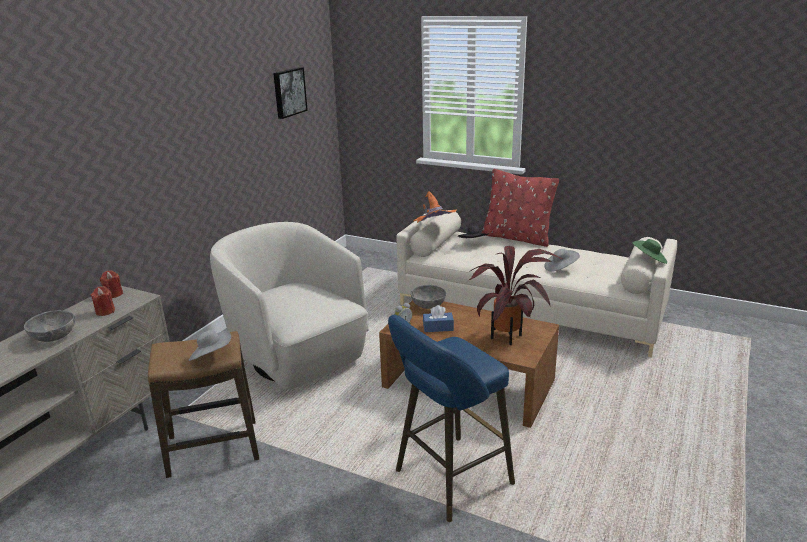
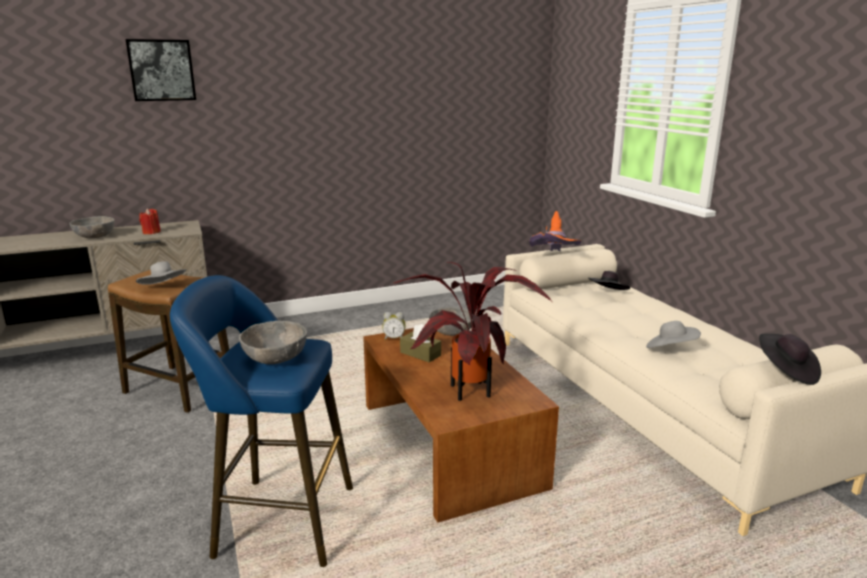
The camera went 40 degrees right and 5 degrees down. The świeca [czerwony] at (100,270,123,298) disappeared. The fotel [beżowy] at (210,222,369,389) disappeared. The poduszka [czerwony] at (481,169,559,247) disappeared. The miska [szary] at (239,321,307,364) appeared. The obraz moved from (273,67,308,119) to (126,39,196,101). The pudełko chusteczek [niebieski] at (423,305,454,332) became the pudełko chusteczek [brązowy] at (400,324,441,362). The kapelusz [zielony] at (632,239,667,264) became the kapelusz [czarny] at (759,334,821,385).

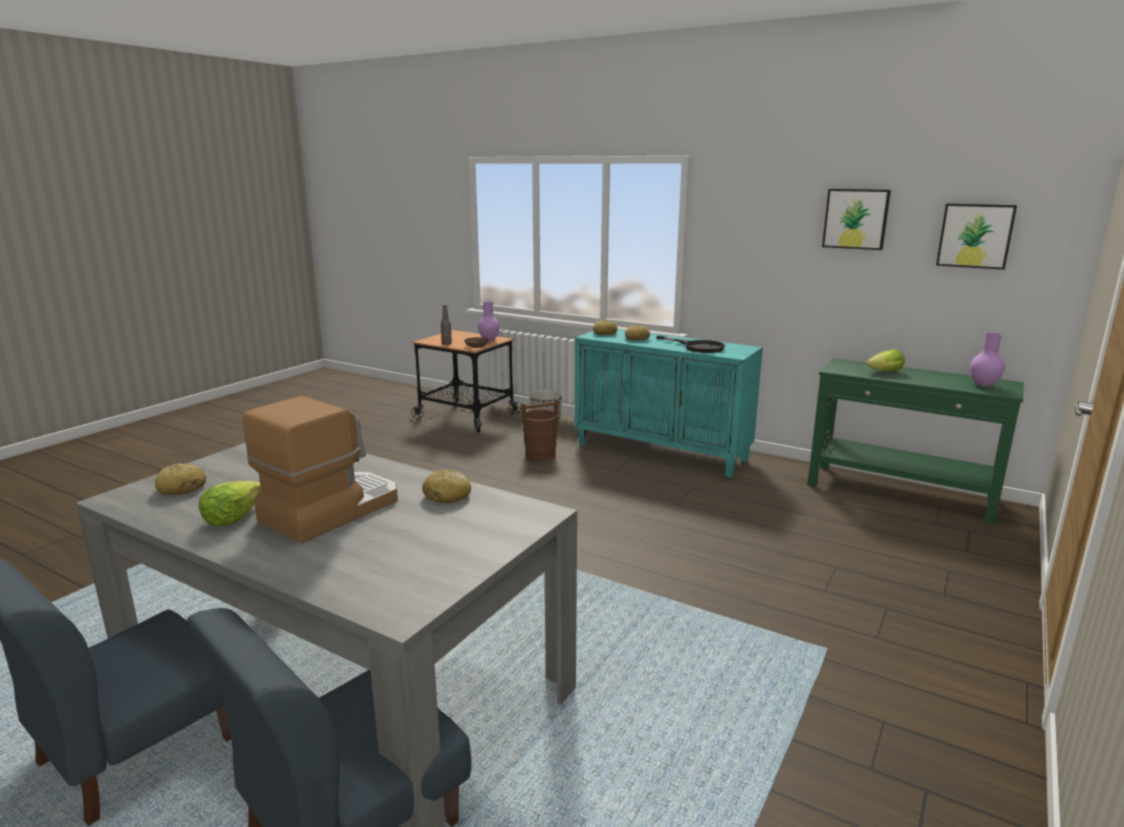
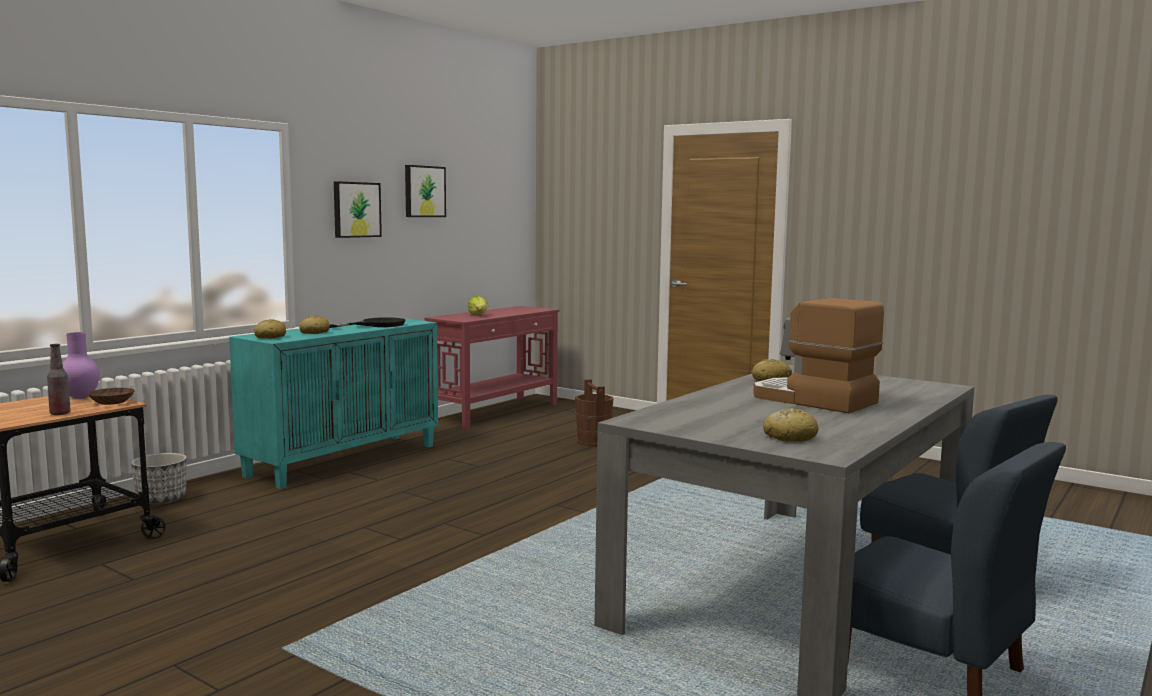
The camera went 85 degrees left and 10 degrees down. The sałata at (199,481,261,526) disappeared. The wazon [fioletowy] at (970,333,1005,387) disappeared. The wiadro [brązowy] moved from (521,398,560,461) to (575,379,614,447). The obraz moved from (936,203,1017,270) to (334,181,382,238). The stolik konsolowy [zielony] at (807,358,1024,524) became the stolik konsolowy [czerwony] at (424,306,559,429).

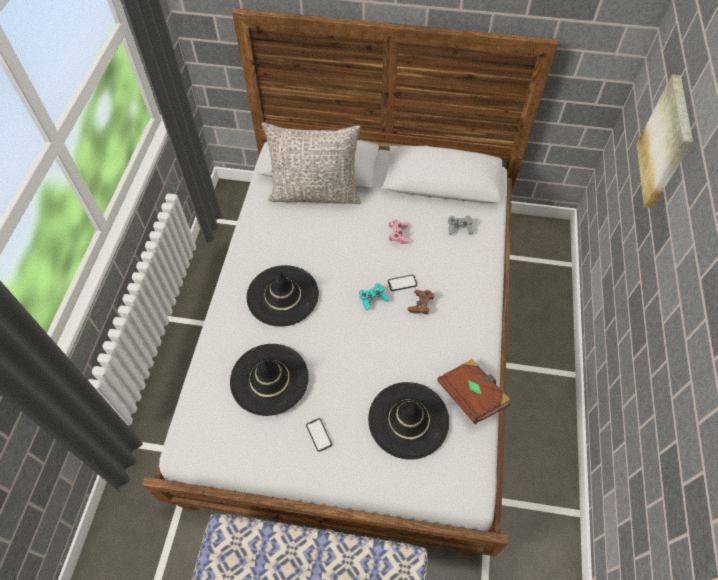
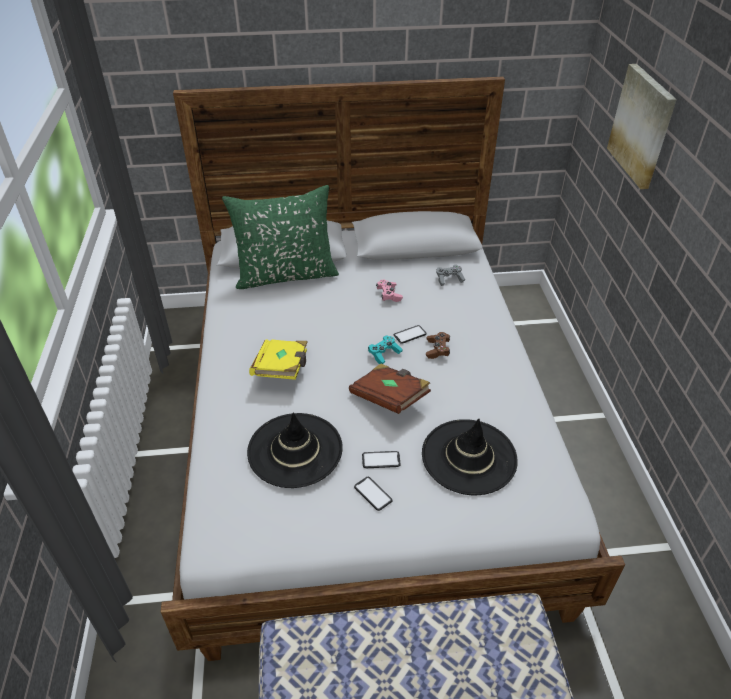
The camera went 15 degrees left and 15 degrees down. The telefon at (362,451,401,468) appeared. The książka [brązowy] moved from (438,359,511,424) to (349,364,431,414). The kapelusz [czarny] at (246,265,319,327) was replaced by the książka [żółty] at (249,339,307,380). The poduszka [szary] at (262,122,361,204) became the poduszka [zielony] at (222,185,339,289).

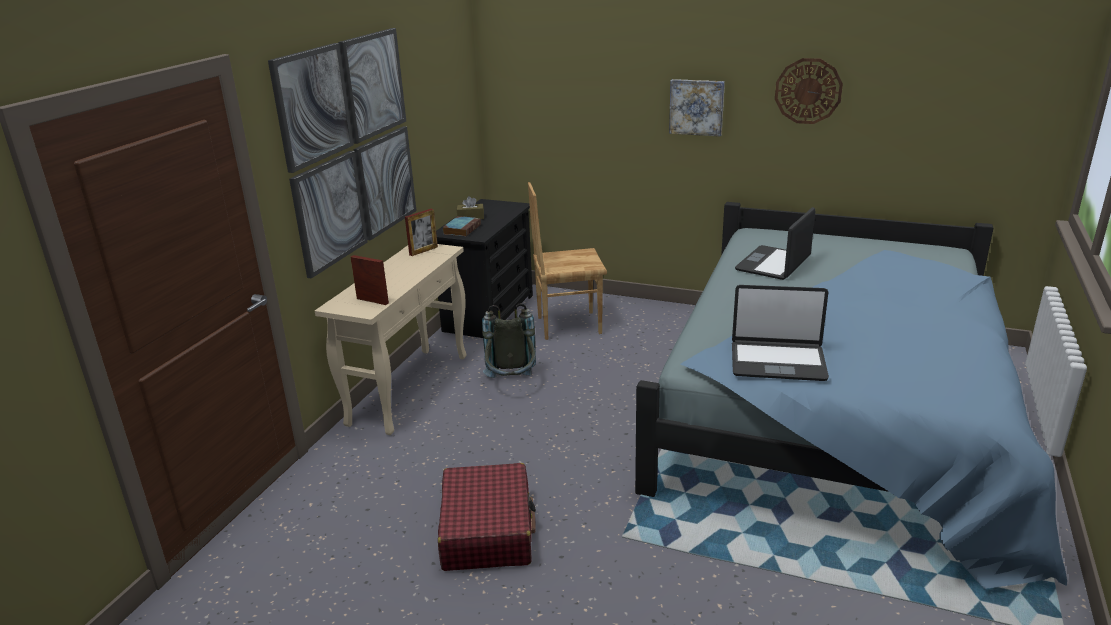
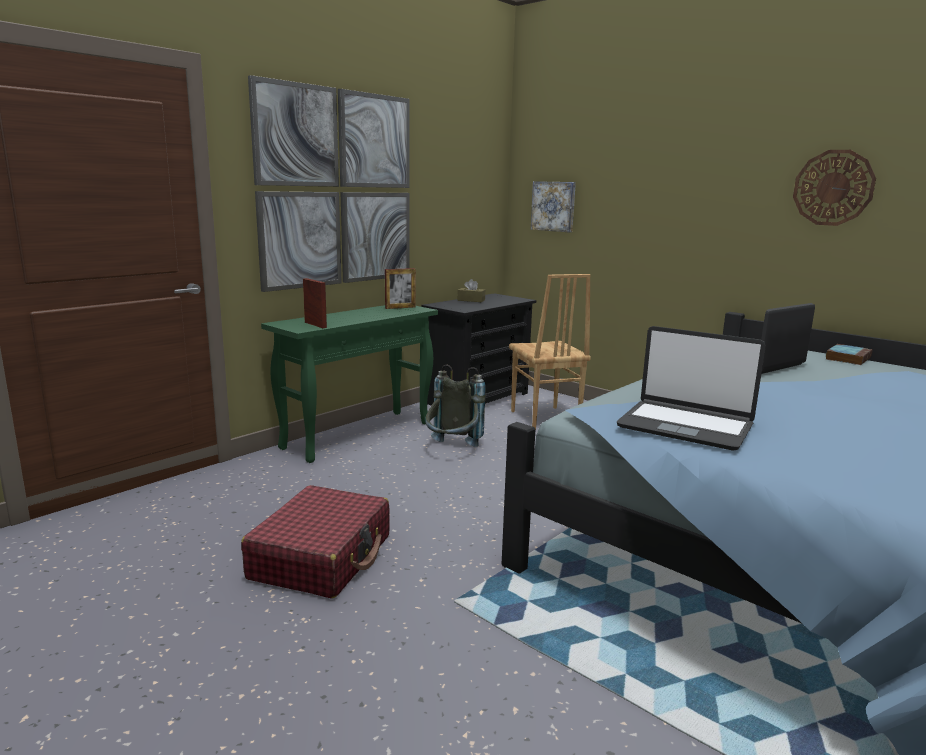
The camera went 20 degrees right and 10 degrees down. The książka moved from (443,216,481,236) to (826,344,873,365). The obraz moved from (669,79,725,137) to (531,181,576,232). The stolik konsolowy [beżowy] at (315,244,466,435) became the stolik konsolowy [zielony] at (261,305,438,463). The krzesło [brązowy] at (528,182,607,340) turned 120 degrees counterclockwise.

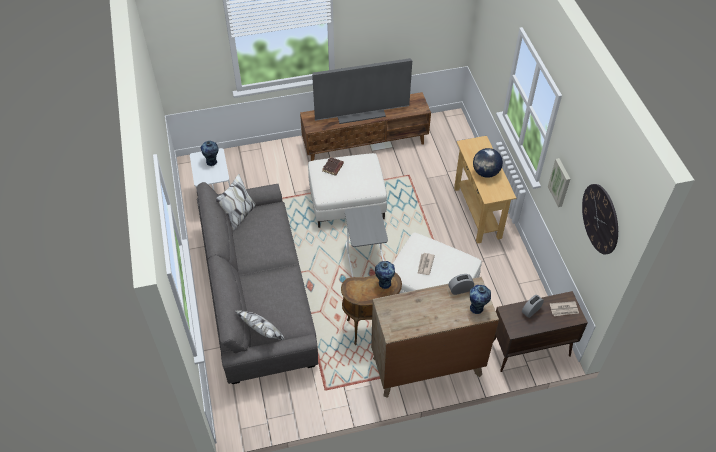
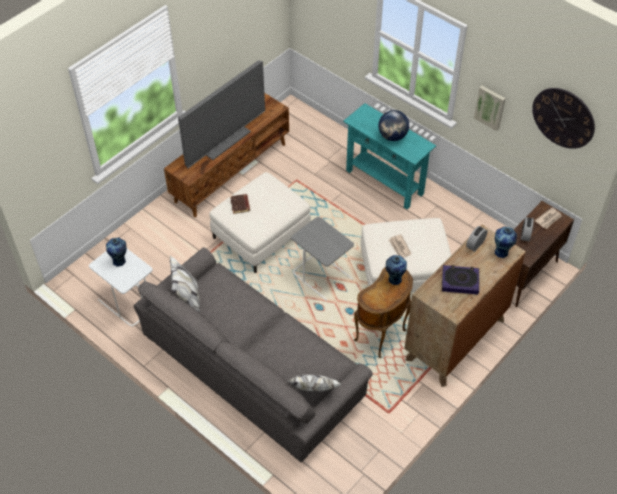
The camera went 35 degrees left and 0 degrees up. The książka at (442,265,479,294) appeared. The stolik konsolowy [beżowy] at (454,136,516,244) became the stolik konsolowy [turkusowy] at (343,103,436,210).

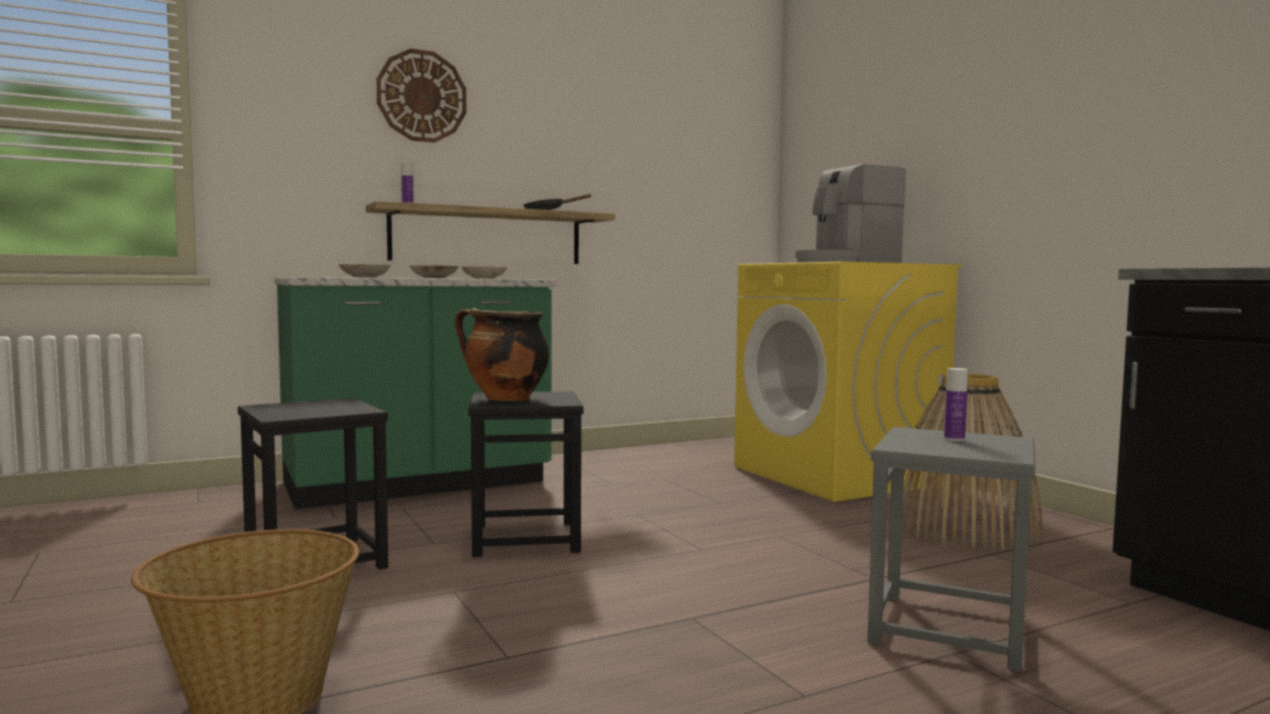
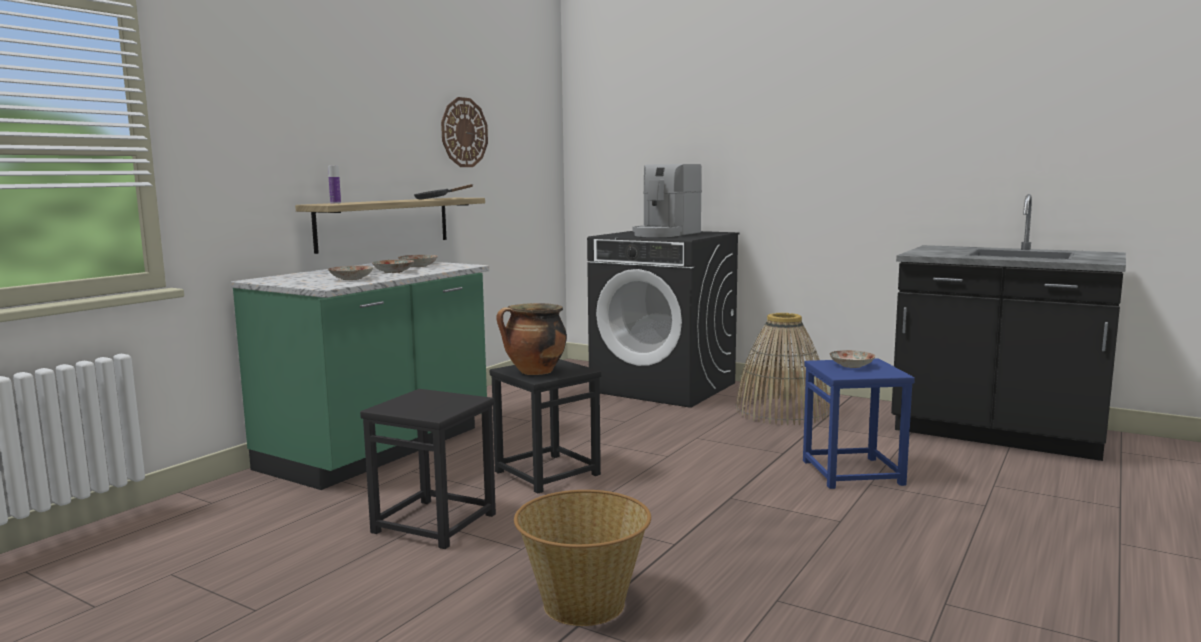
The camera went 30 degrees left and 5 degrees up. The zegar ścienny moved from (376,48,467,143) to (441,97,488,167). The butelka at (944,368,968,441) was replaced by the talerz at (830,350,876,368). The pralka [żółty] at (734,262,962,502) became the pralka [czarny] at (587,231,739,408). The stołek [szary] at (868,427,1035,672) became the stołek [niebieski] at (803,359,915,489).

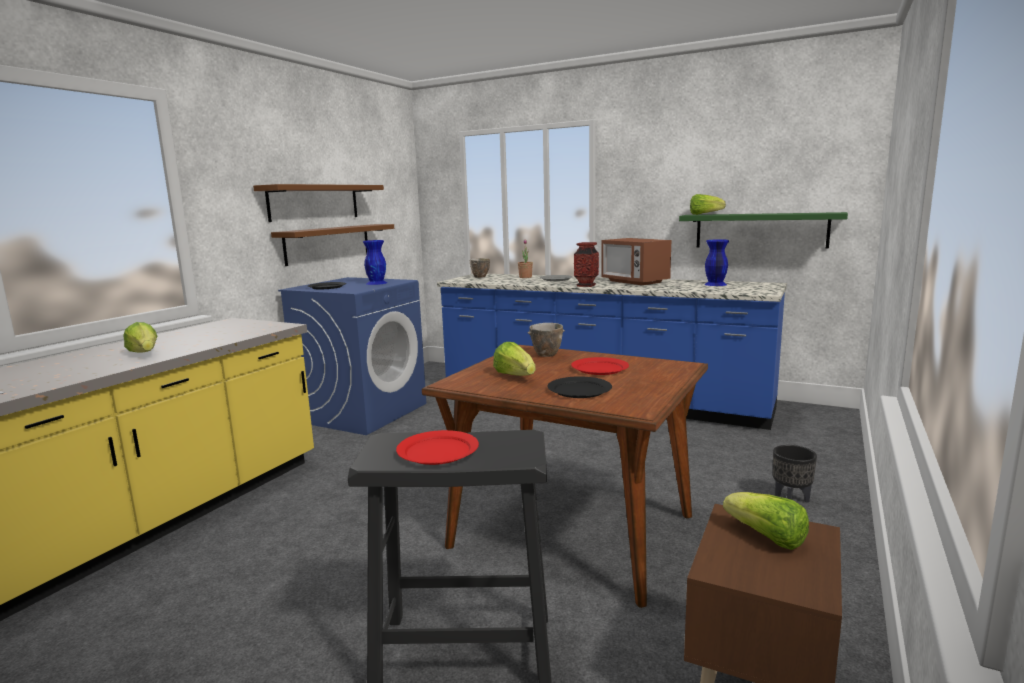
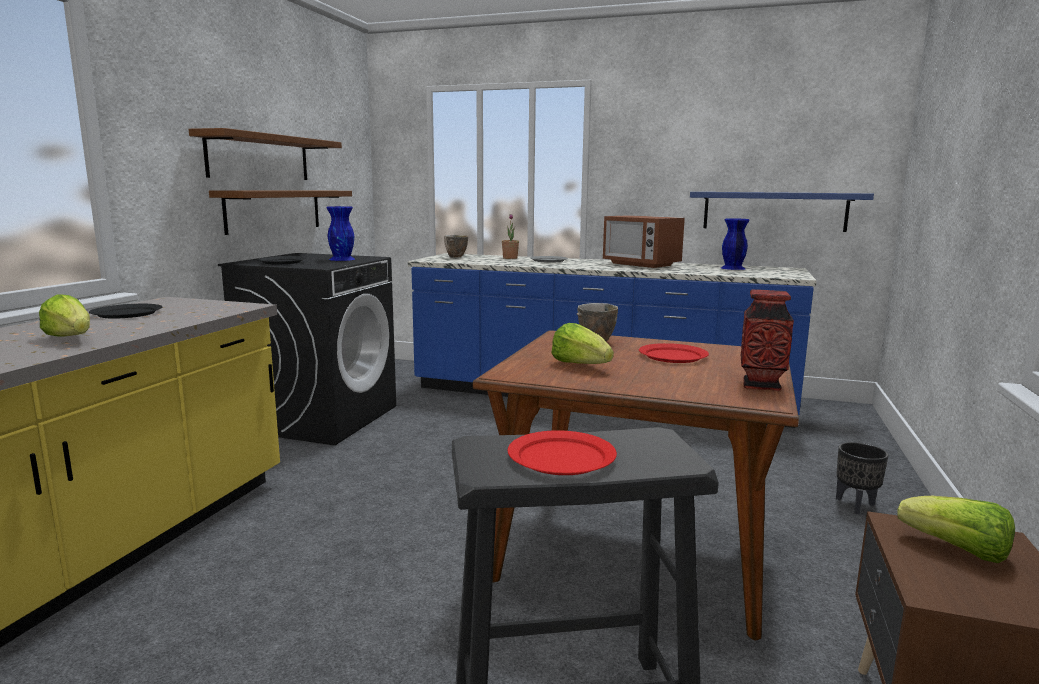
The camera went 10 degrees left and 0 degrees up. The sałata at (690,194,726,215) disappeared. The talerz [czarny] moved from (547,376,612,398) to (89,304,162,319). The wazon moved from (574,242,599,287) to (741,289,794,391). The pralka [niebieski] at (278,277,426,435) became the pralka [czarny] at (218,253,396,445). The półka [zielony] at (679,212,848,249) became the półka [niebieski] at (690,192,874,232).

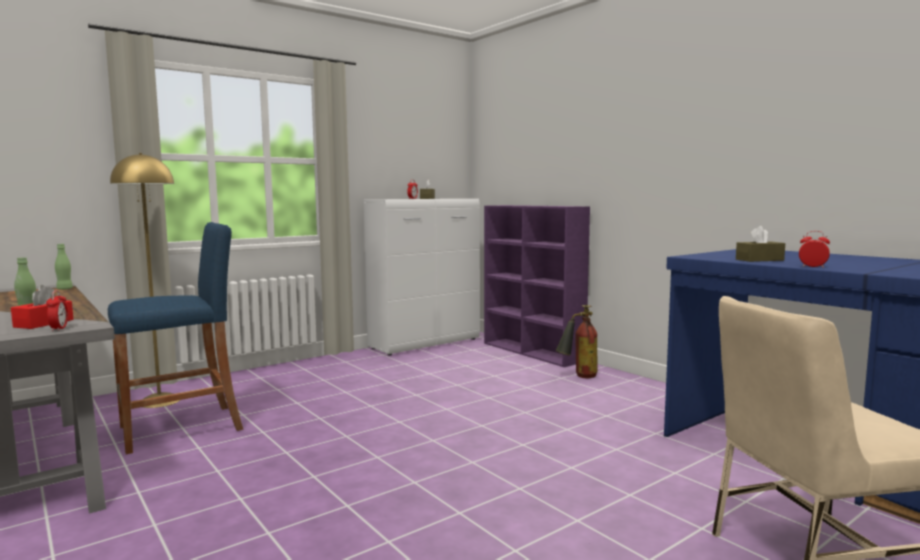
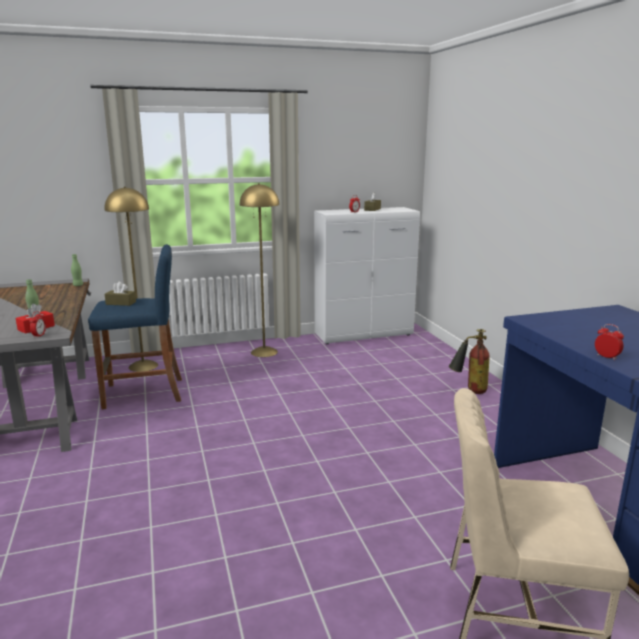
The camera went 20 degrees right and 10 degrees up. The regał [fioletowy] at (484,205,590,367) disappeared. The lampa stojąca [żółty] at (240,183,279,357) appeared. The pudełko chusteczek [brązowy] moved from (736,226,785,262) to (105,282,136,306).

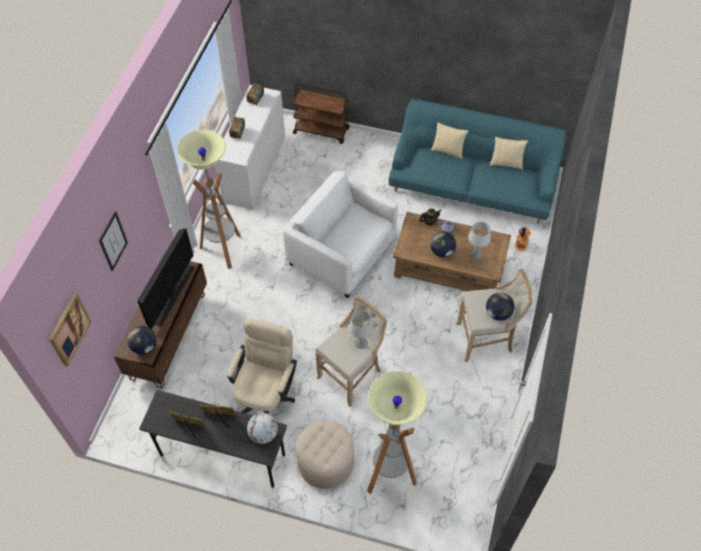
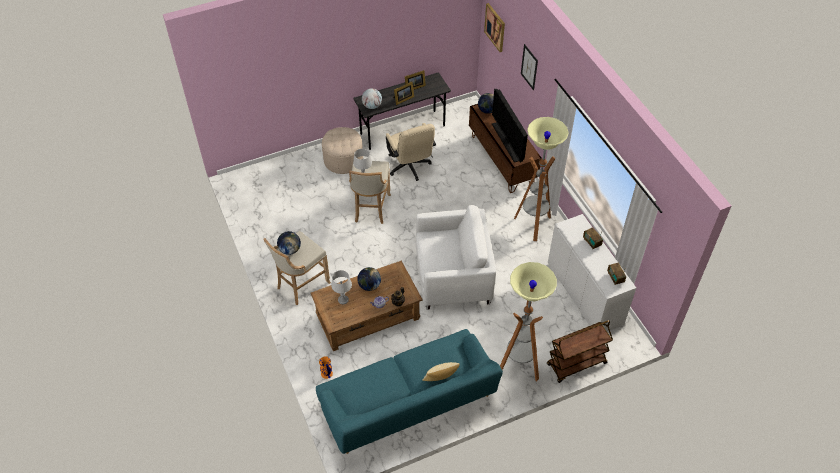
The camera went 140 degrees right and 5 degrees down. The poduszka at (490,137,528,170) disappeared. The lampa stojąca moved from (367,371,427,494) to (500,262,557,381).

